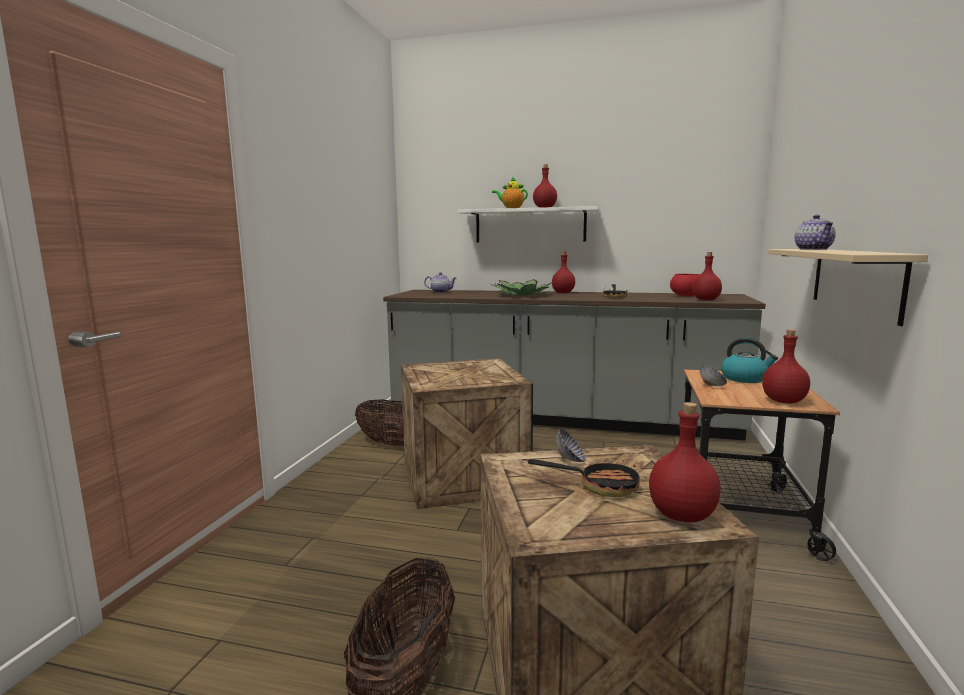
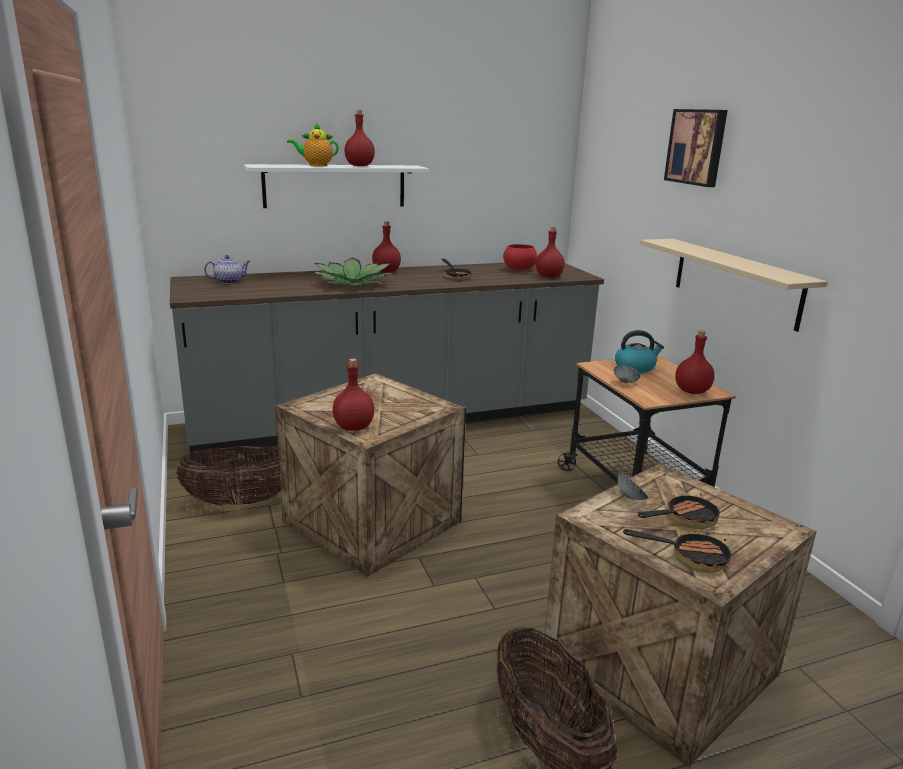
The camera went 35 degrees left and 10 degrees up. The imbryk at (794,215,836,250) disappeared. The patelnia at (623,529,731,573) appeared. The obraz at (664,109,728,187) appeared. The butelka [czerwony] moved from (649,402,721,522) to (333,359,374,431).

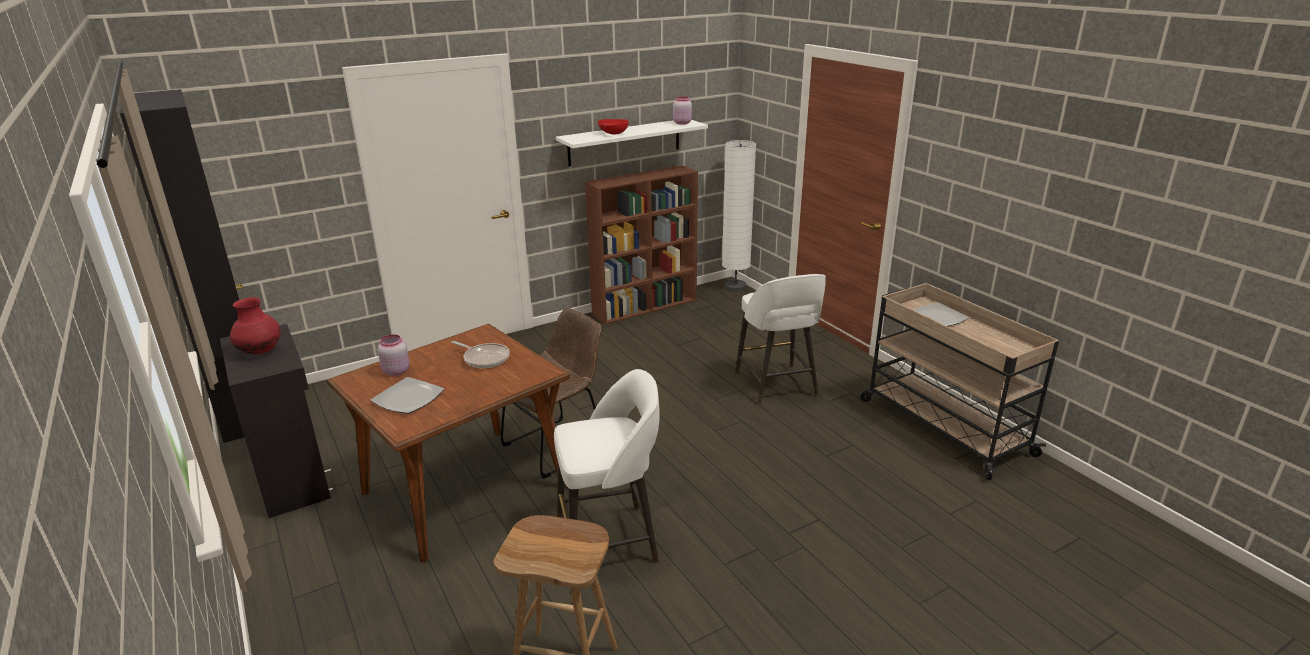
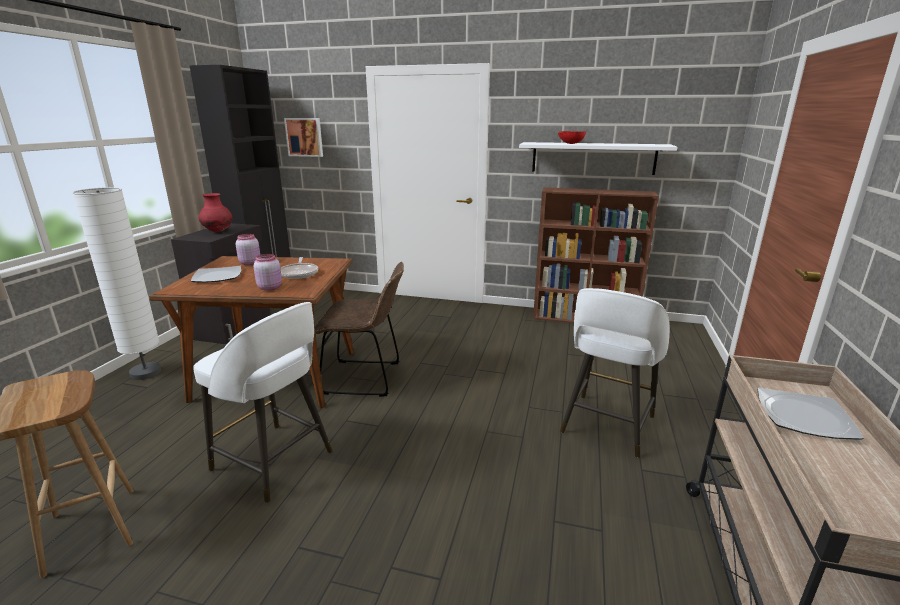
The camera went 45 degrees right and 5 degrees down. The obraz at (284,118,323,157) appeared. The słoik [różowy] moved from (673,96,692,125) to (254,254,282,291). The lampa stojąca [biały] moved from (722,140,756,292) to (72,187,162,380).

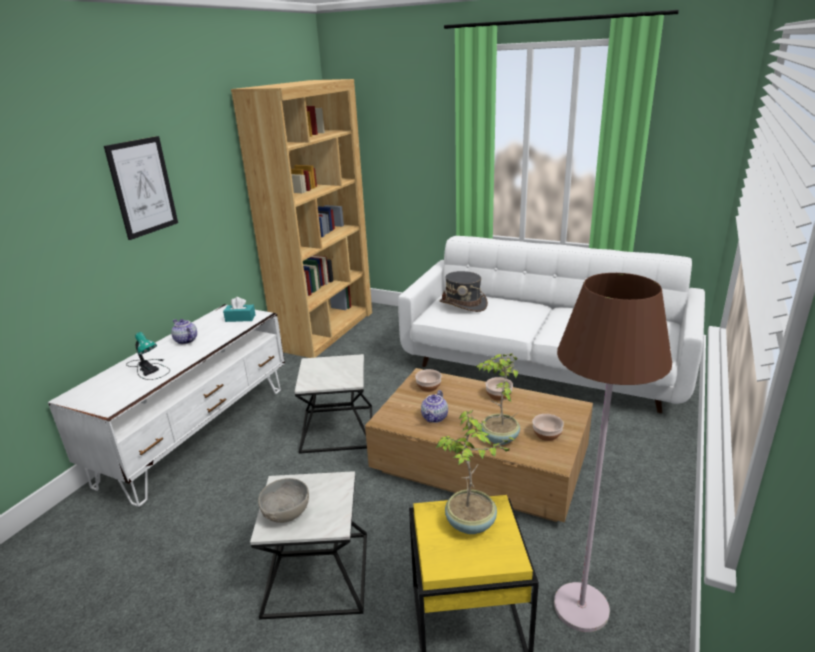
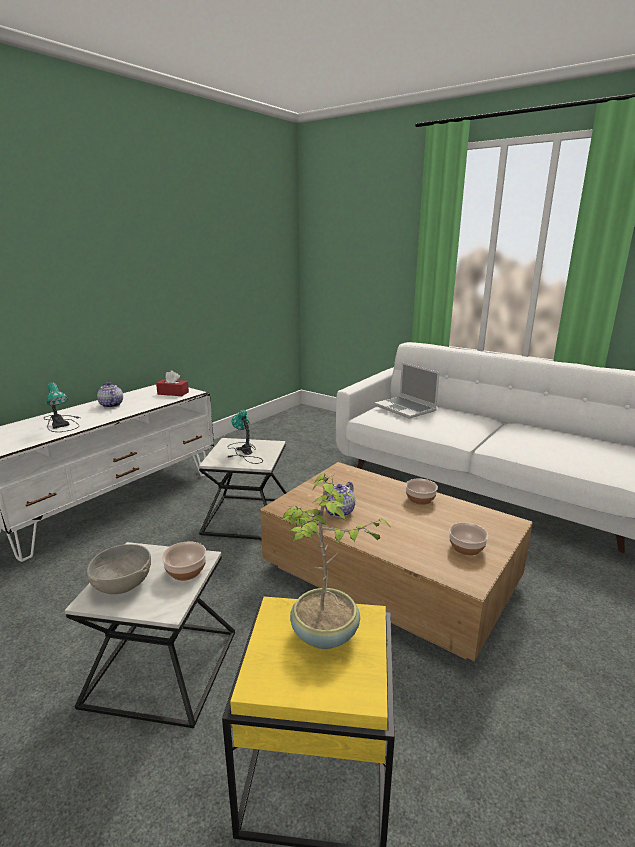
The camera went 10 degrees right and 5 degrees down. The obraz at (104,136,178,240) disappeared. The regał [brązowy] at (231,79,372,358) disappeared. The roślina doniczkowa at (476,353,520,445) disappeared. The lampa stojąca [brązowy] at (554,273,672,632) disappeared. The lampa stołowa at (227,410,263,464) appeared. The miska moved from (415,369,442,392) to (162,541,206,581). The kapelusz [szary] at (439,271,488,312) was replaced by the laptop at (374,362,440,419). The pudełko chusteczek [turkusowy] at (223,297,256,322) became the pudełko chusteczek [czerwony] at (156,371,189,396).

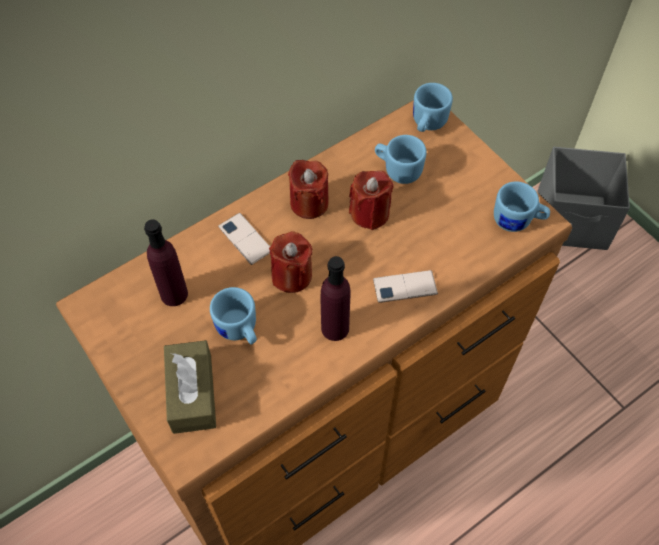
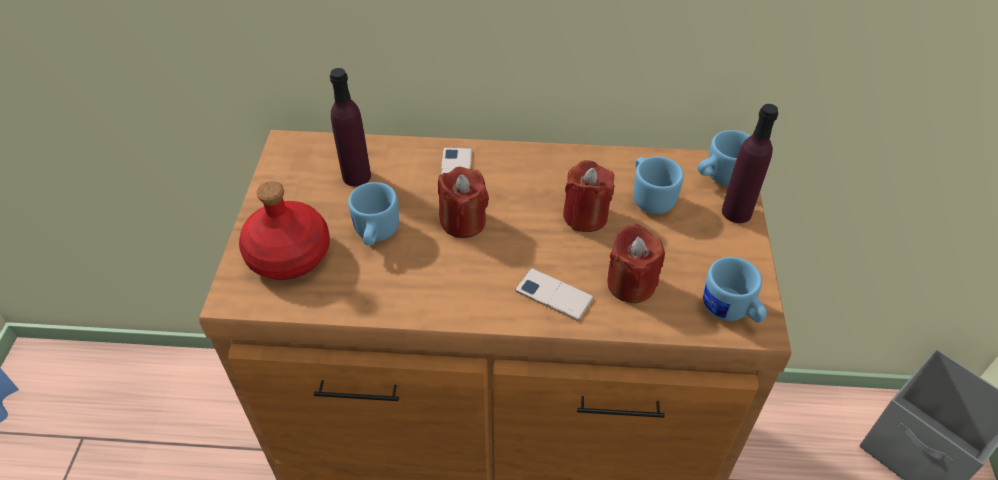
The camera went 40 degrees right and 10 degrees down. The świeca [czerwony] moved from (288,160,329,219) to (607,224,665,303). The butelka [fioletowy] moved from (321,256,350,341) to (722,104,778,223). The pudełko chusteczek [brązowy] at (164,340,216,434) was replaced by the butelka [czerwony] at (239,181,330,280).

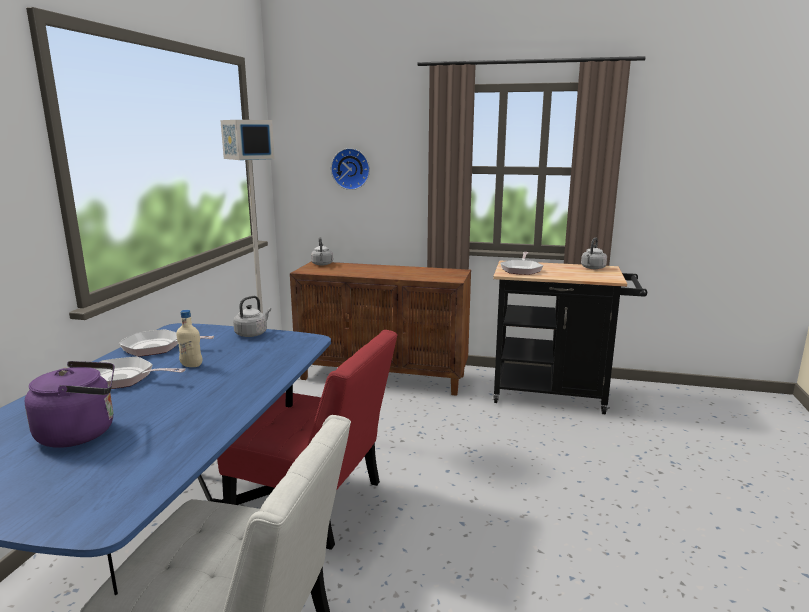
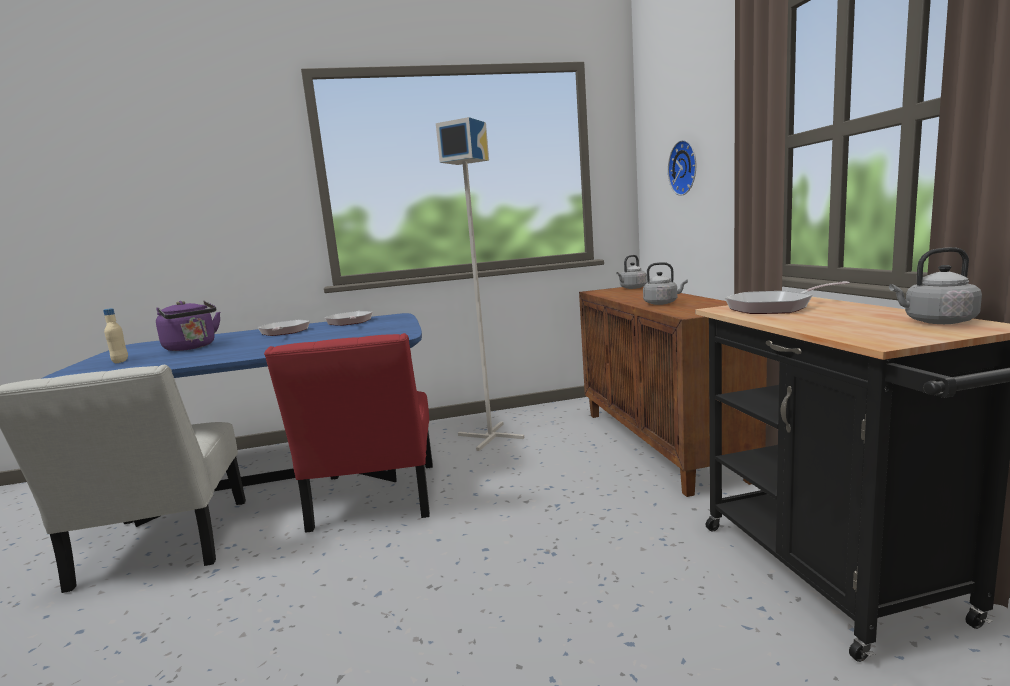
The camera went 65 degrees right and 5 degrees down. The butelka [beżowy] moved from (176,310,202,367) to (103,308,128,363). The czajnik [szary] moved from (233,296,271,337) to (643,262,688,305).

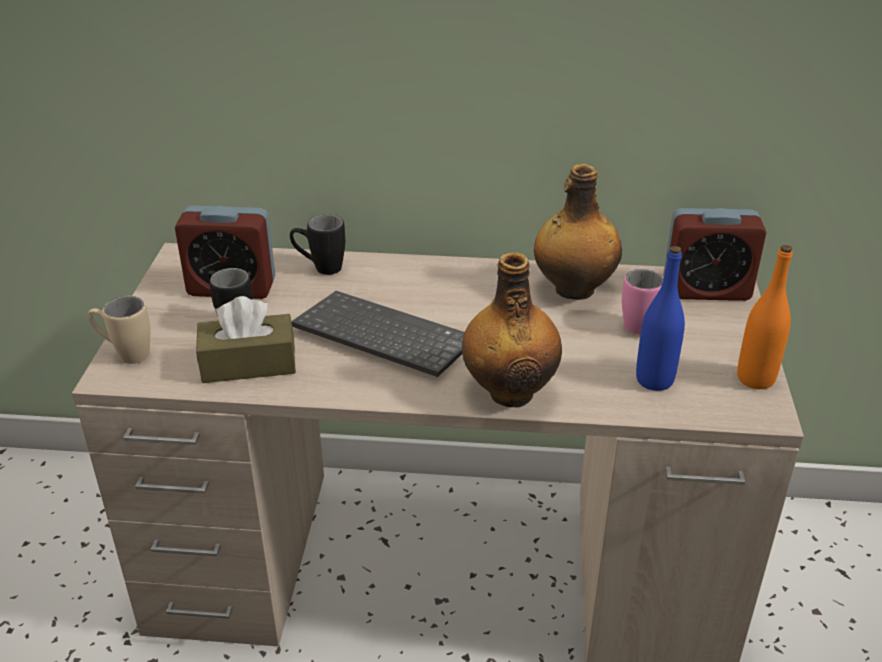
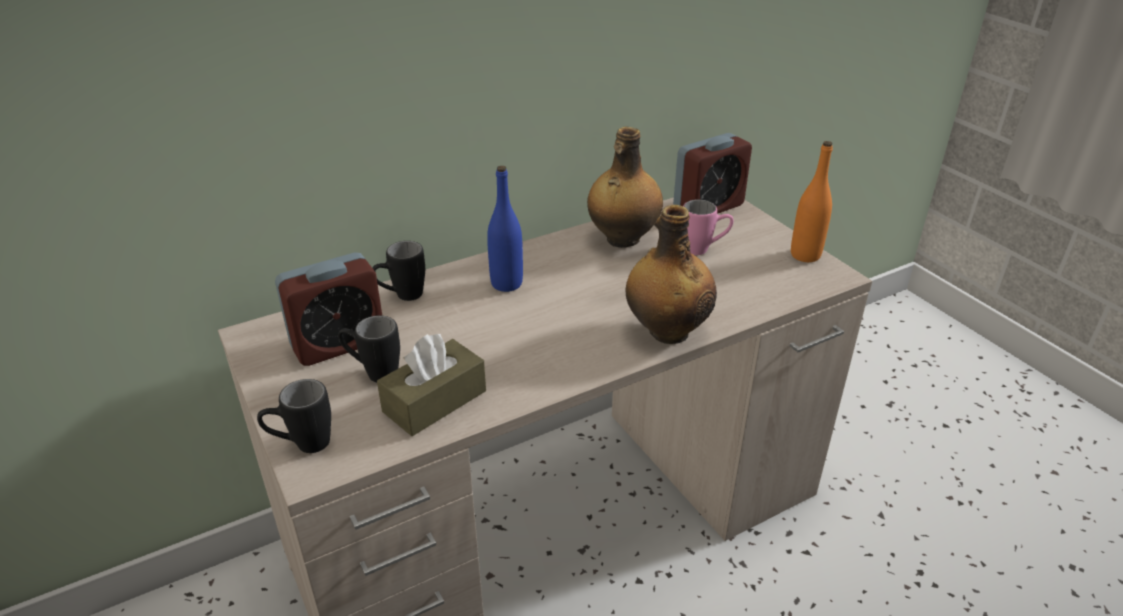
The camera went 35 degrees left and 0 degrees up. The klawiatura at (291,291,465,377) disappeared. The butelka [niebieski] moved from (636,246,685,391) to (487,166,523,292). The kubek [beżowy] at (88,296,150,364) became the kubek [czarny] at (257,379,331,453).

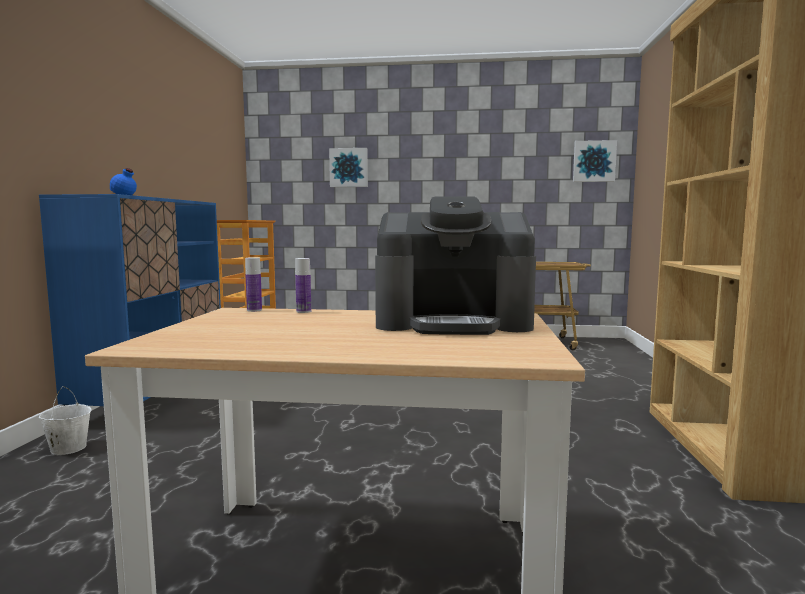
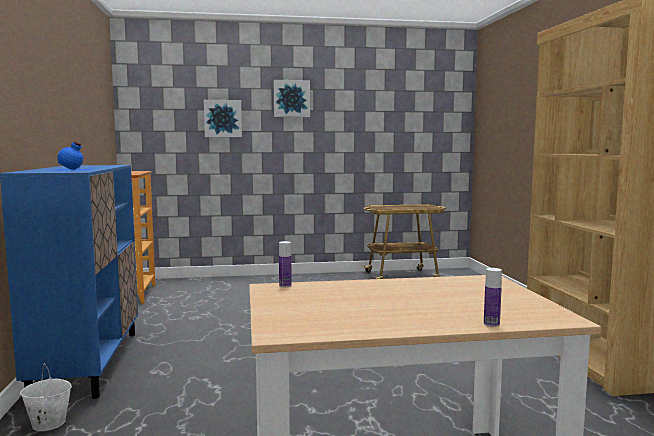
The camera went 15 degrees left and 0 degrees up. The ekspres do kawy at (375,196,536,335) disappeared. The butelka moved from (295,258,311,313) to (484,268,502,327). The obraz moved from (573,140,617,182) to (274,80,310,117).

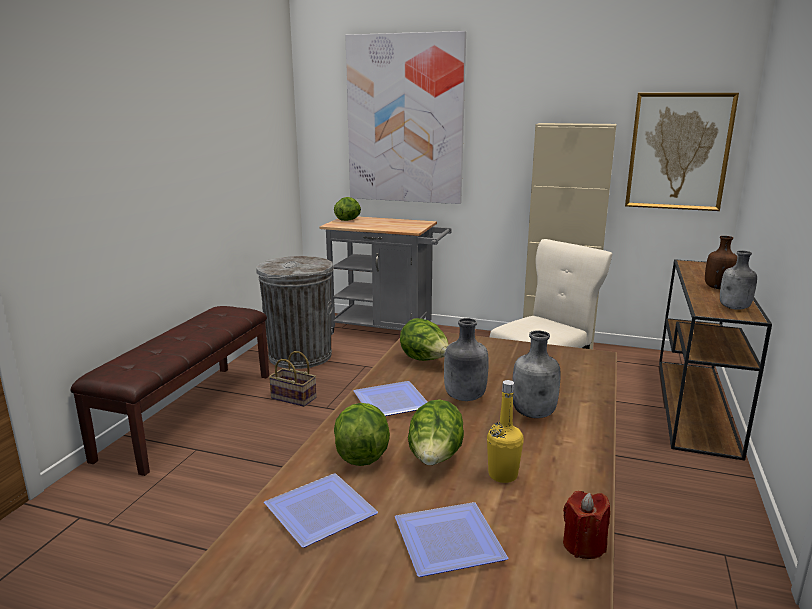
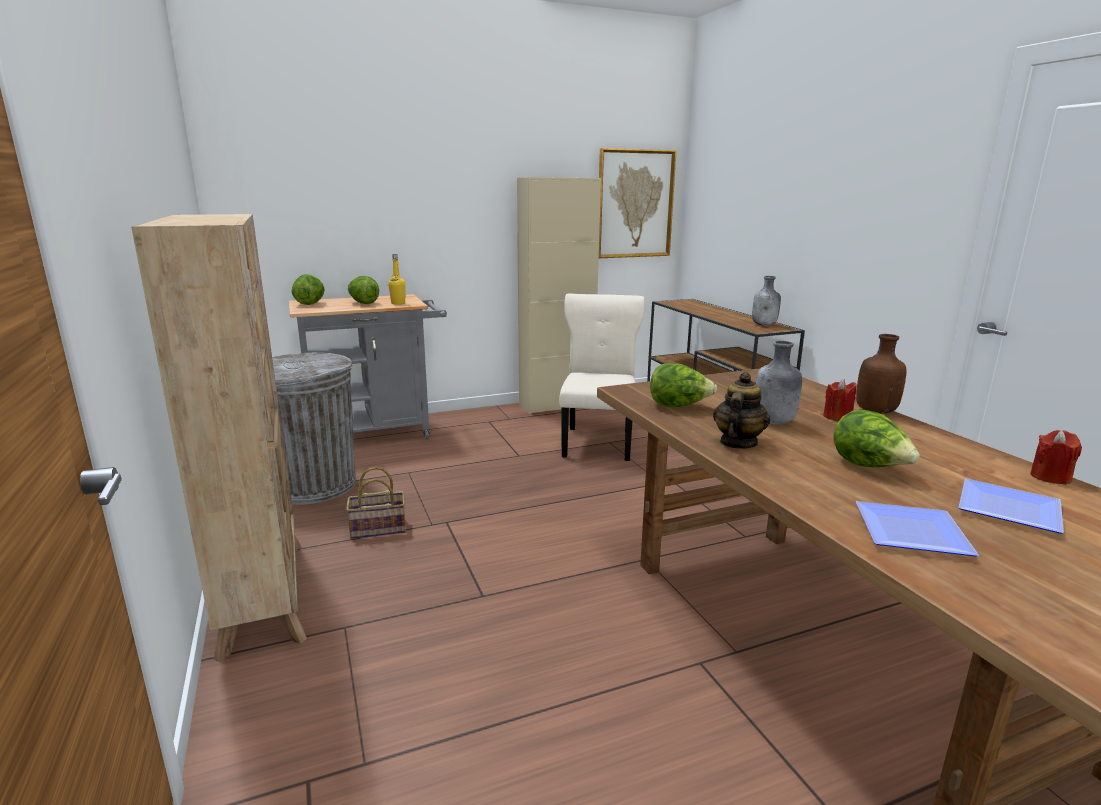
The camera went 40 degrees left and 0 degrees up. The obraz at (345,31,466,204) disappeared. The sałata moved from (334,403,390,466) to (348,276,379,304). The butelka [żółty] moved from (487,380,524,483) to (388,254,406,305). The butelka [brązowy] moved from (705,236,737,289) to (856,334,906,414). The ławka [brązowy] at (71,306,269,476) was replaced by the regał [beżowy] at (131,214,307,662). The talerz at (353,381,427,416) was replaced by the imbryk at (713,372,770,448). The butelka [szary] at (512,330,561,418) was replaced by the świeca [czerwony] at (823,379,857,421).

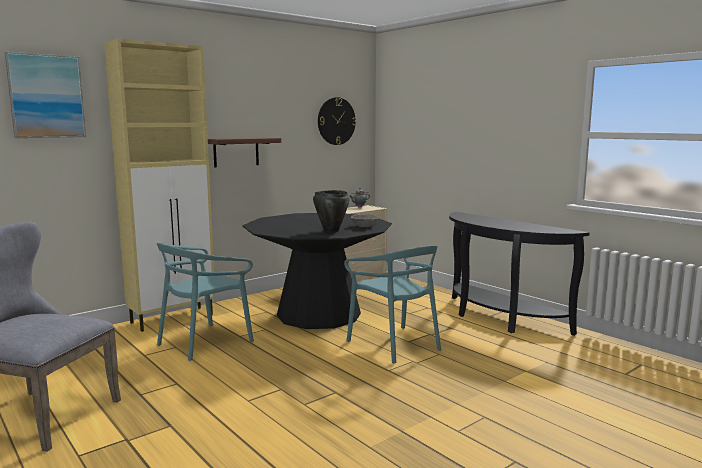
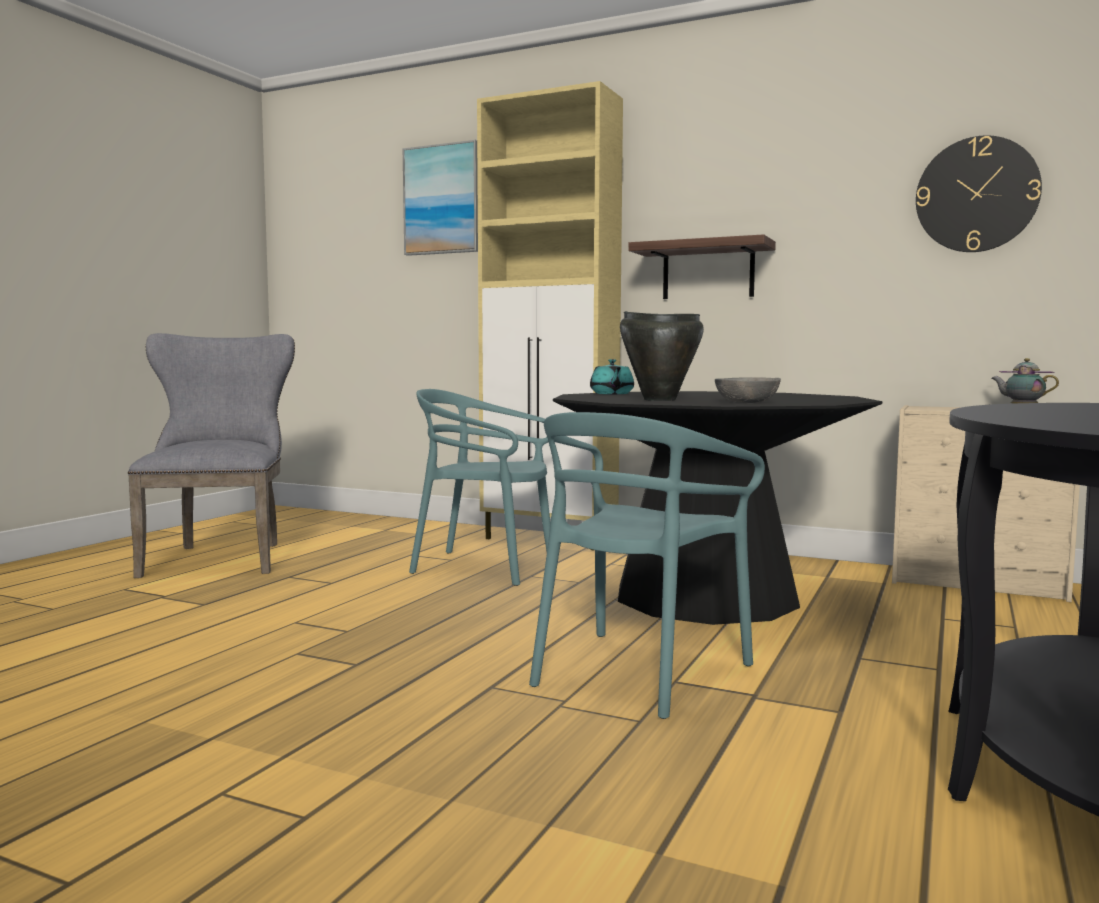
The camera went 65 degrees right and 5 degrees down. The imbryk [turkusowy] at (590,359,634,394) appeared.

